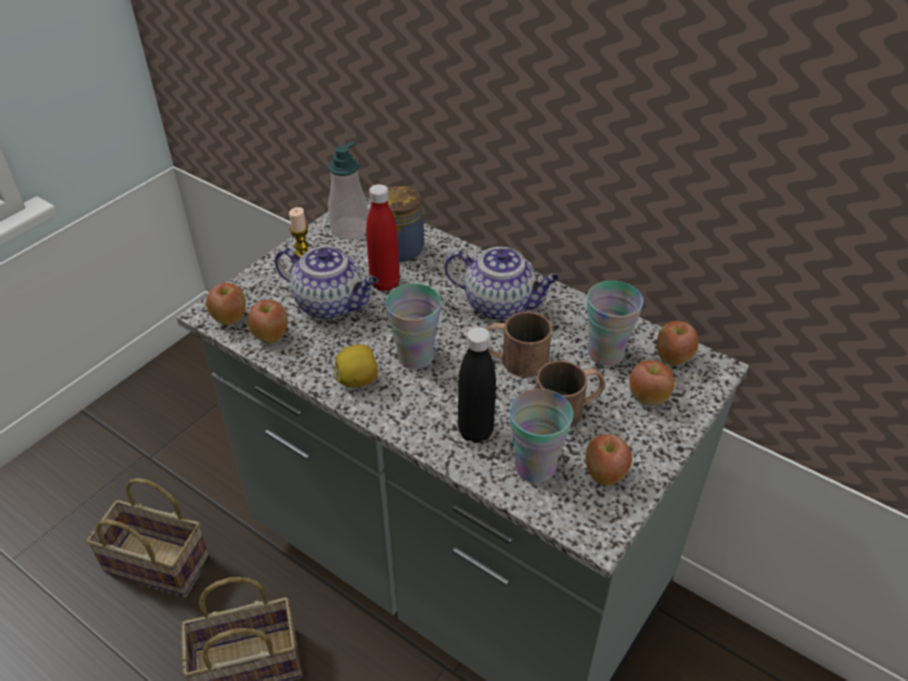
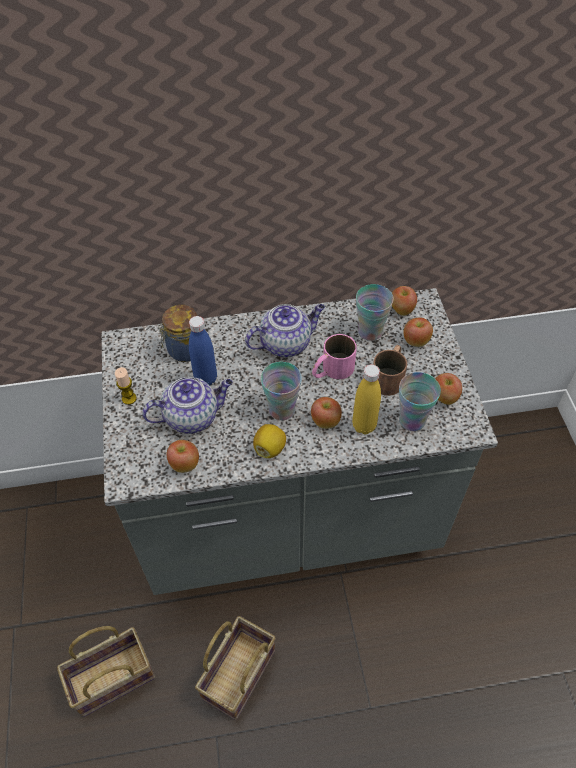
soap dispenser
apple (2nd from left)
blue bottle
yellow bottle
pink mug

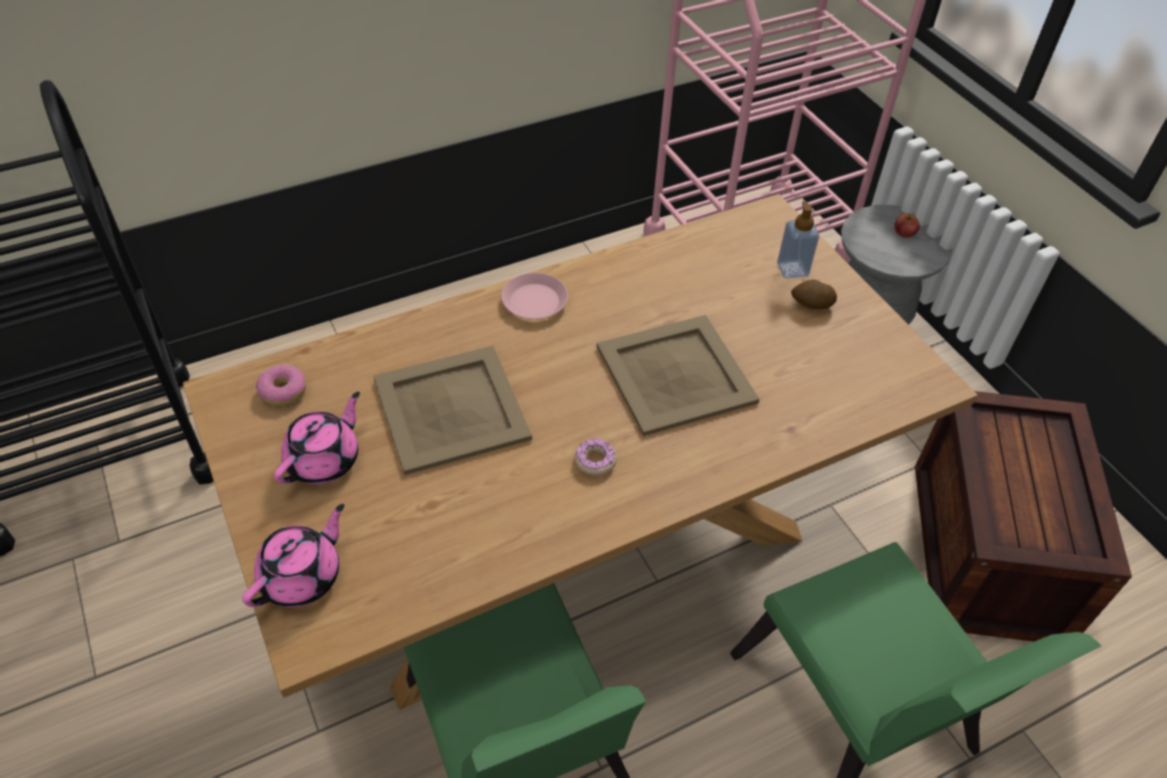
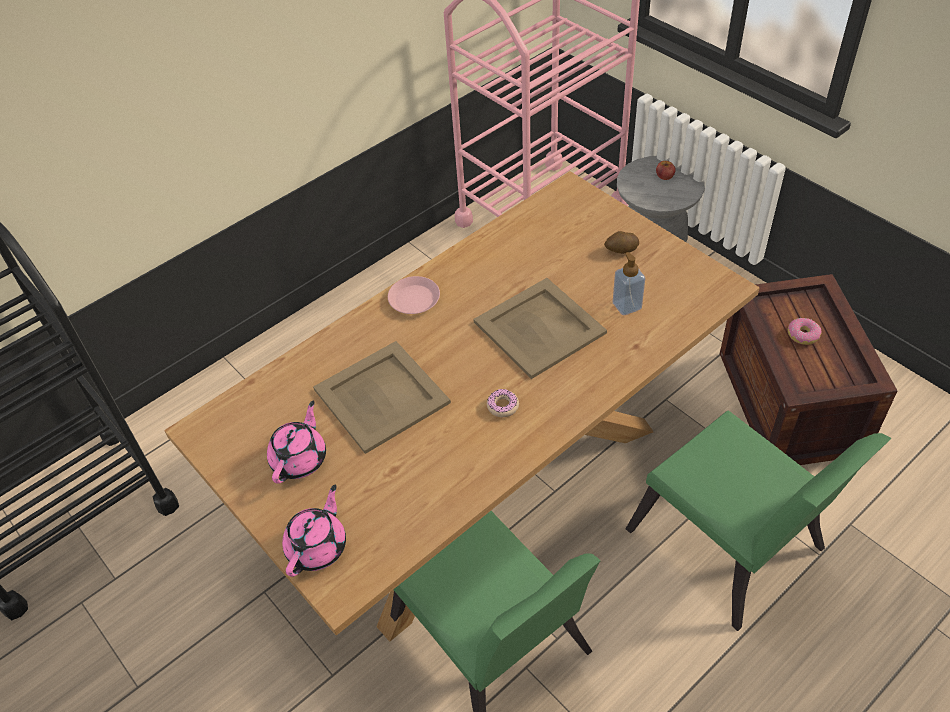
donut (2nd from left)
soap dispenser

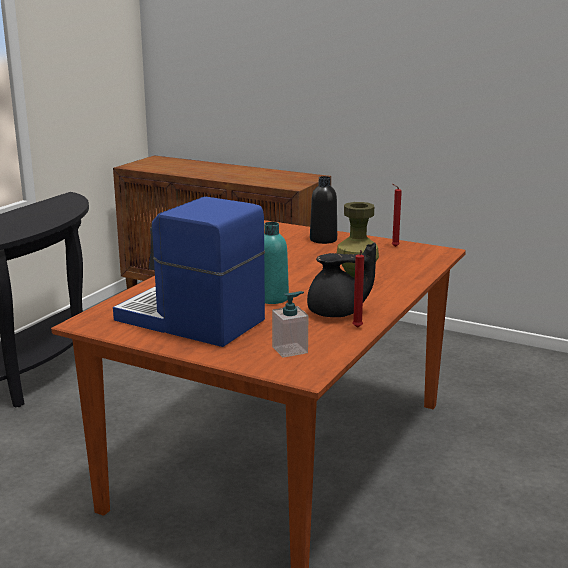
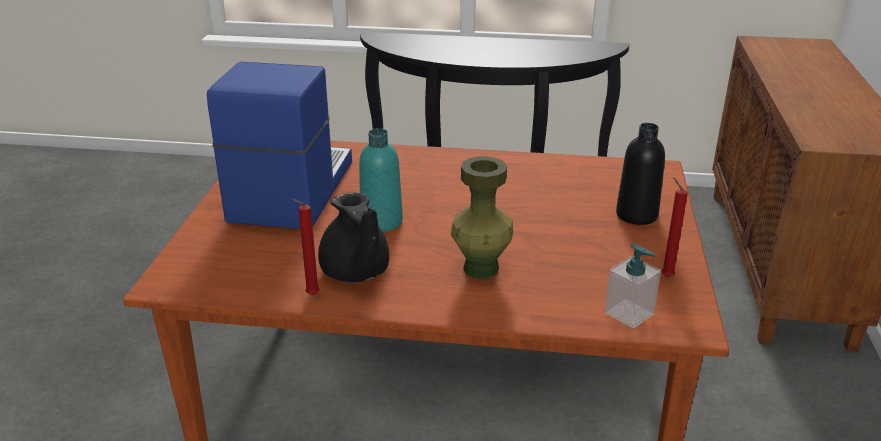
soap dispenser

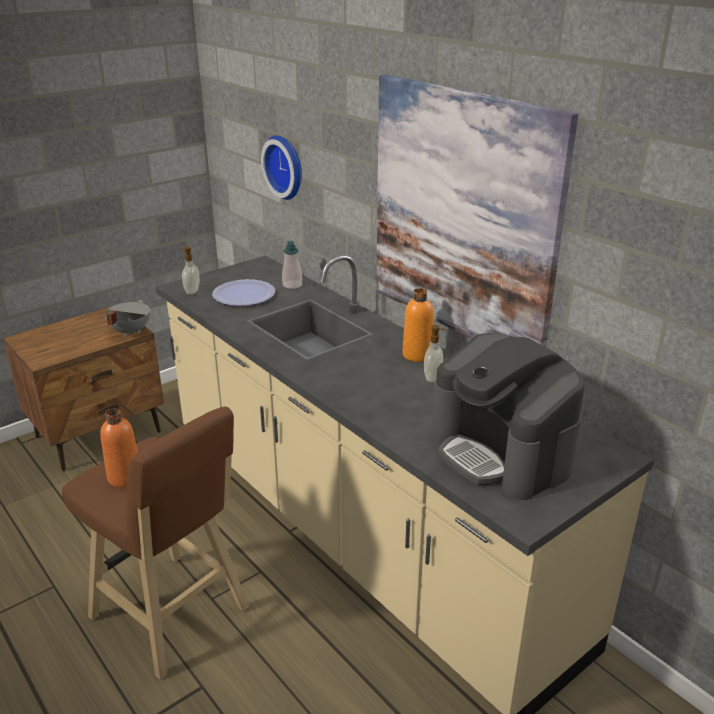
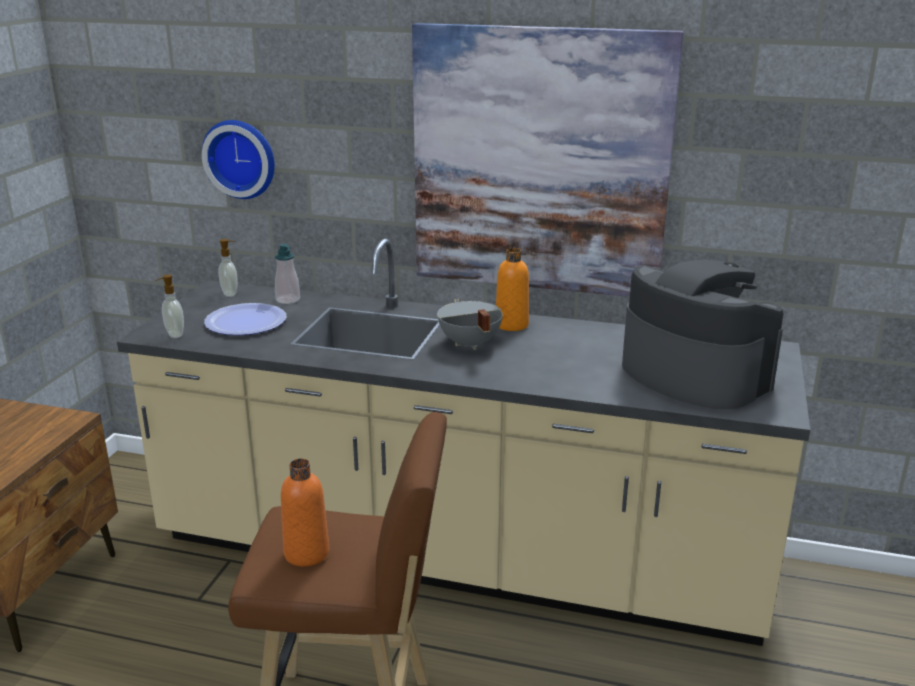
grey cooking pot
soap dispenser (2nd from left)
coffee machine

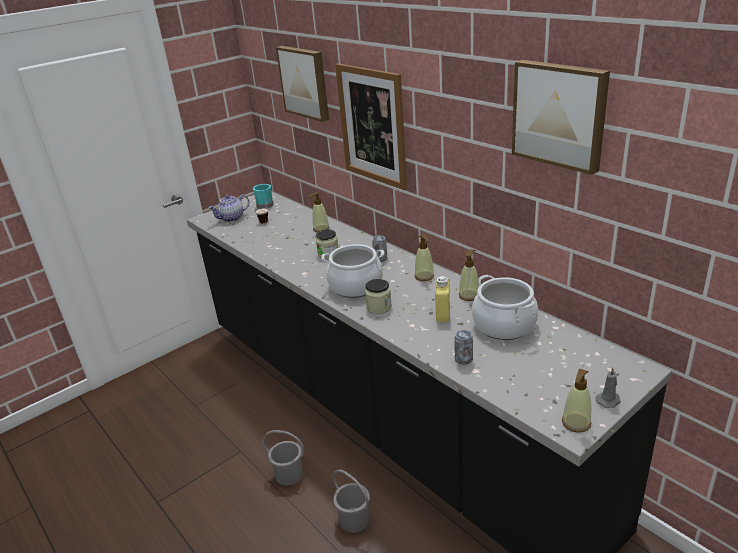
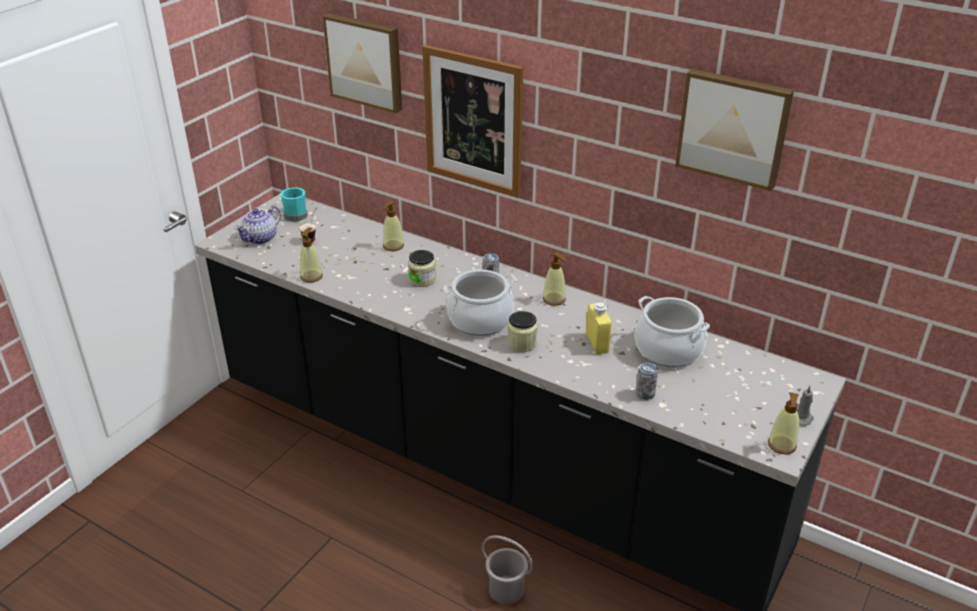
grey bucket (1st from left in the first image)
soap dispenser (1st from left)

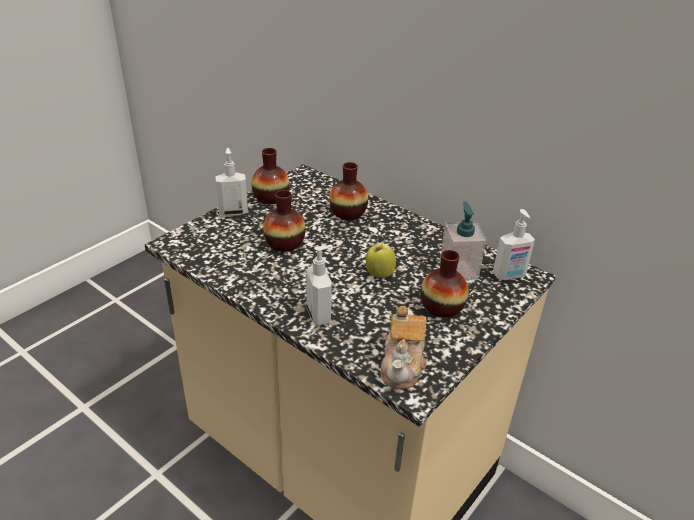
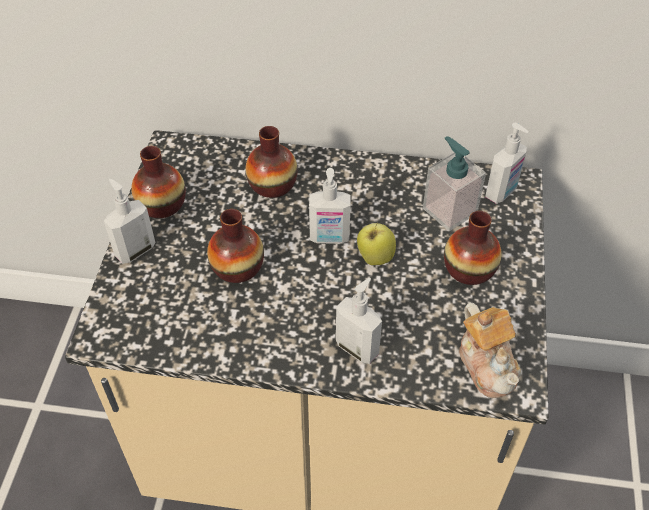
soap dispenser (2nd from left)

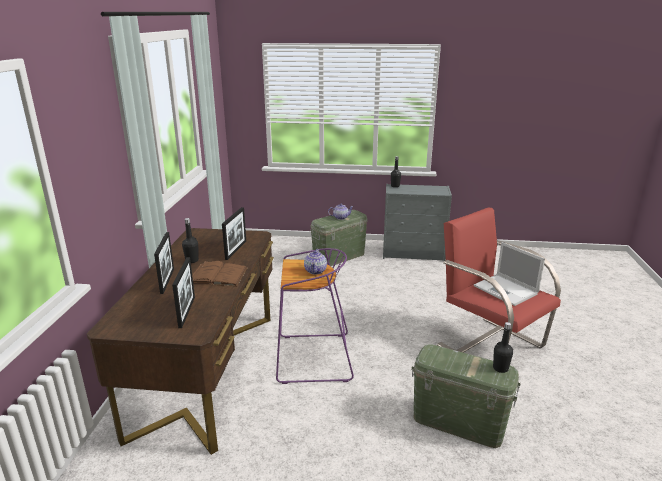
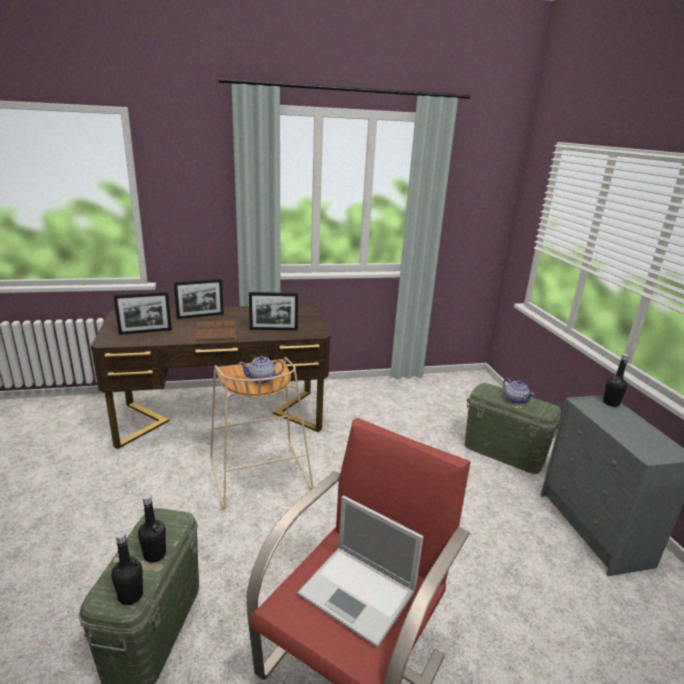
black bottle (2nd from left)
beige stool
laptop

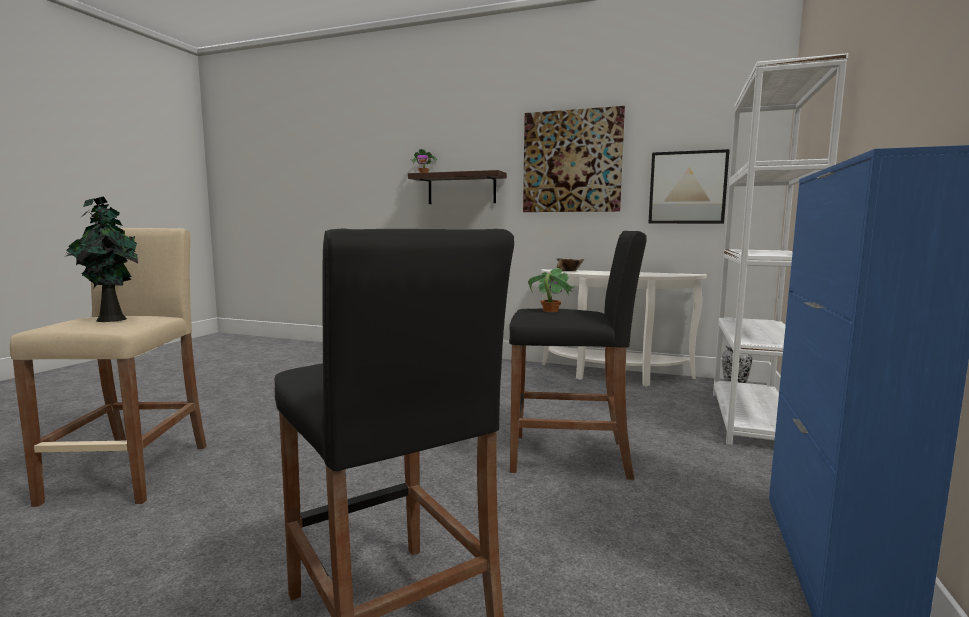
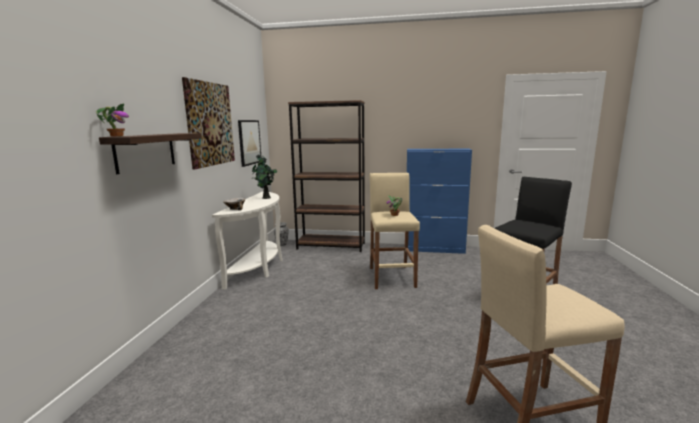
potted plant (2nd from left)
beige stool (1st from left)
brown bookcase

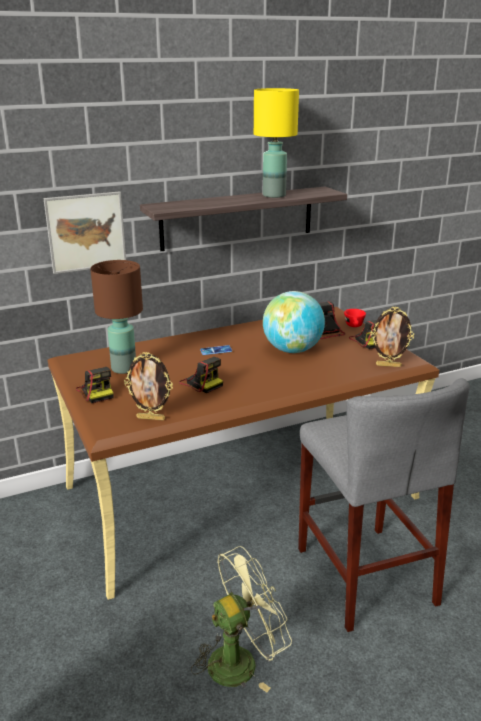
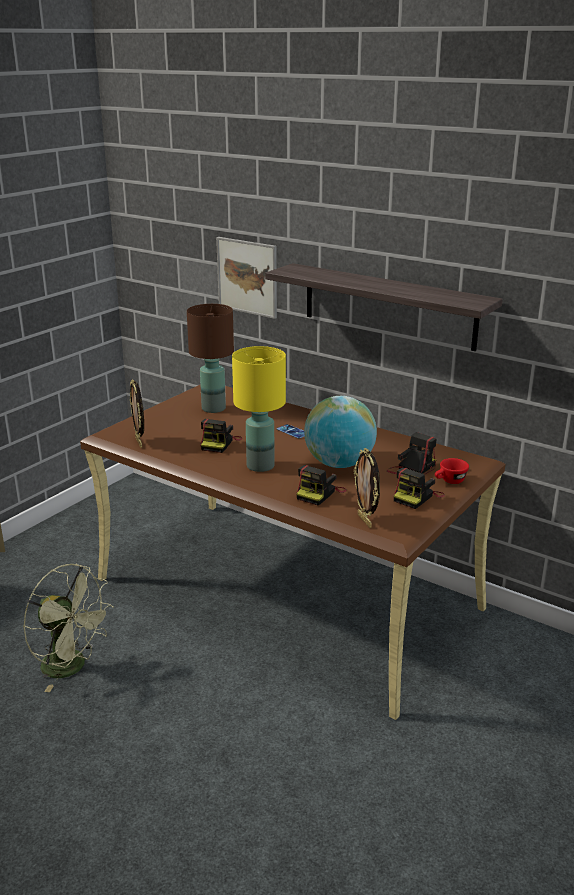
grey stool
photo camera (2nd from left)
yellow table lamp

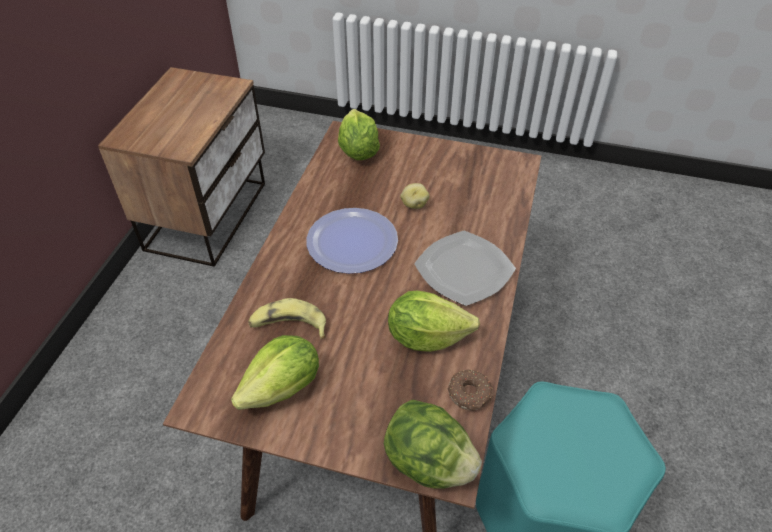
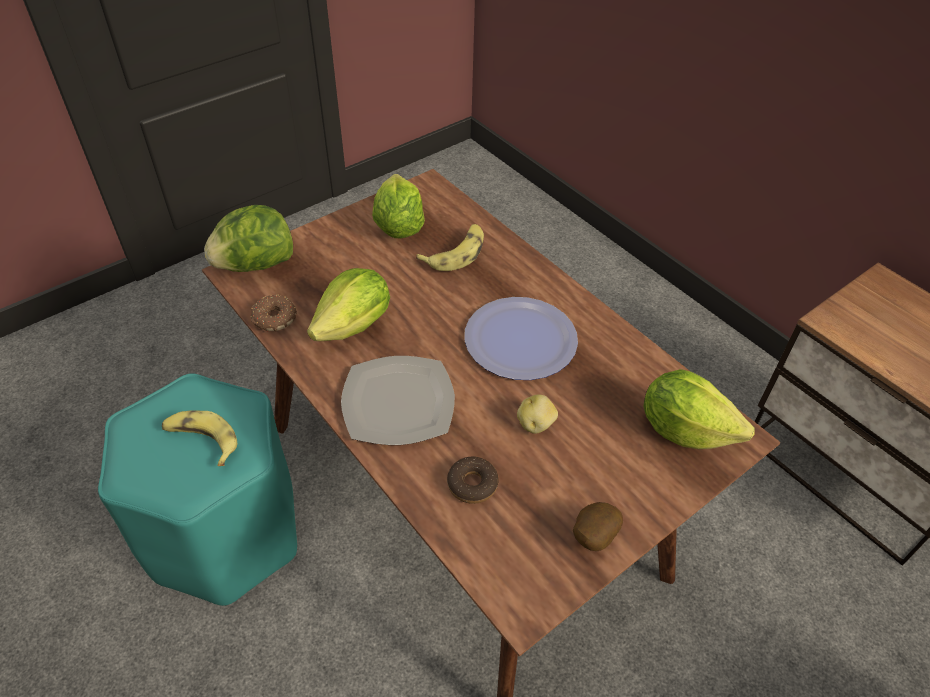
banana (1st from left)
donut (2nd from left)
potato (2nd from left)

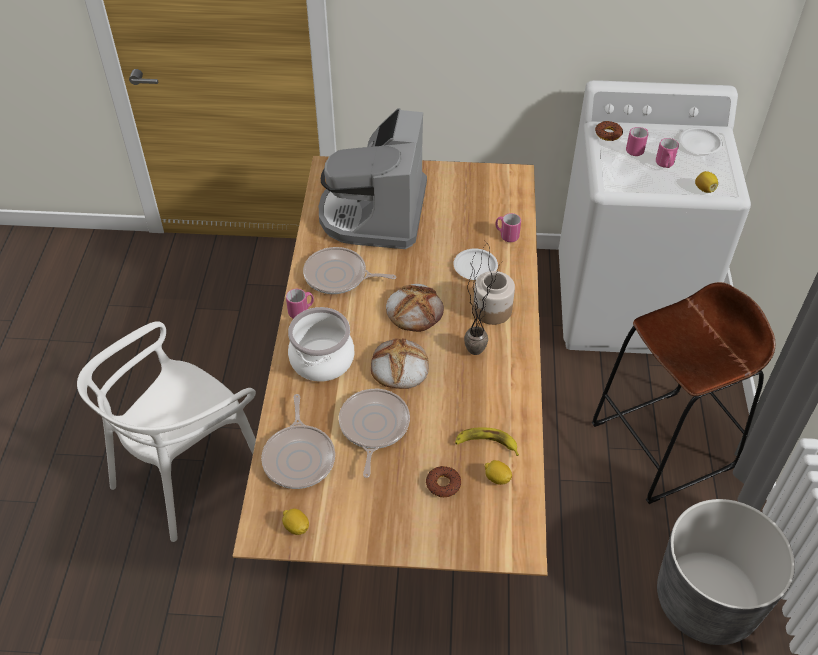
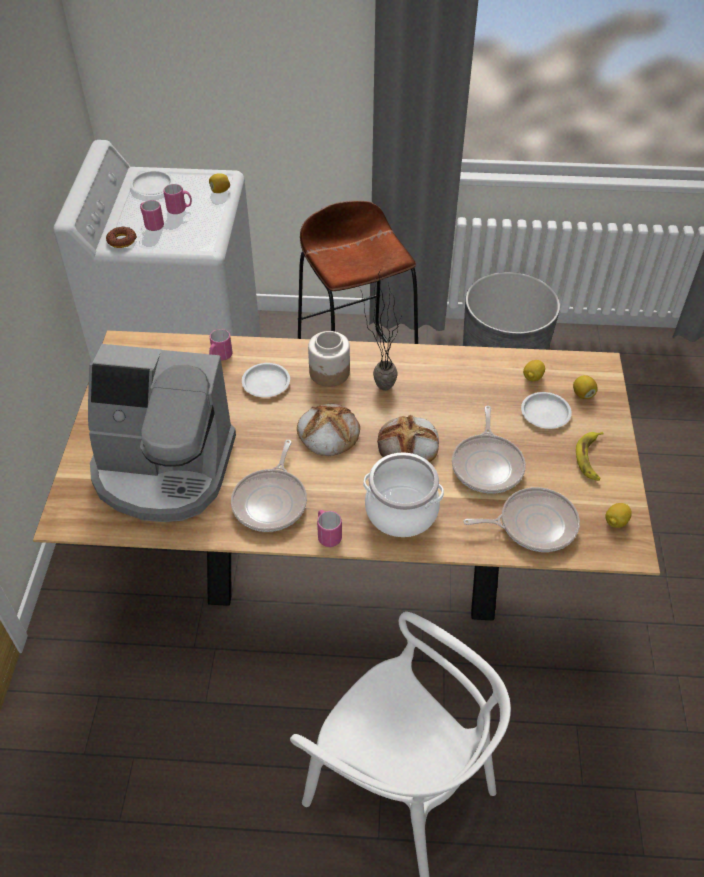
lemon (3rd from left)
banana
white plate (3rd from left)
frying pan (2nd from left)

